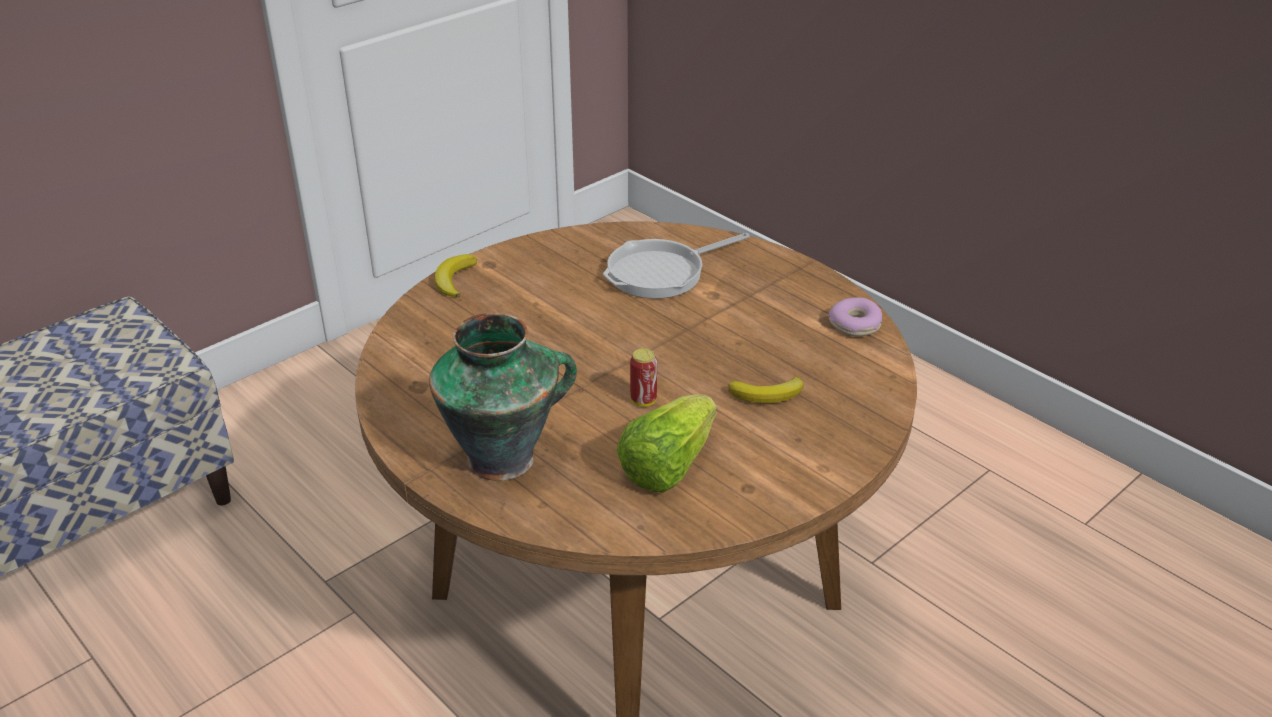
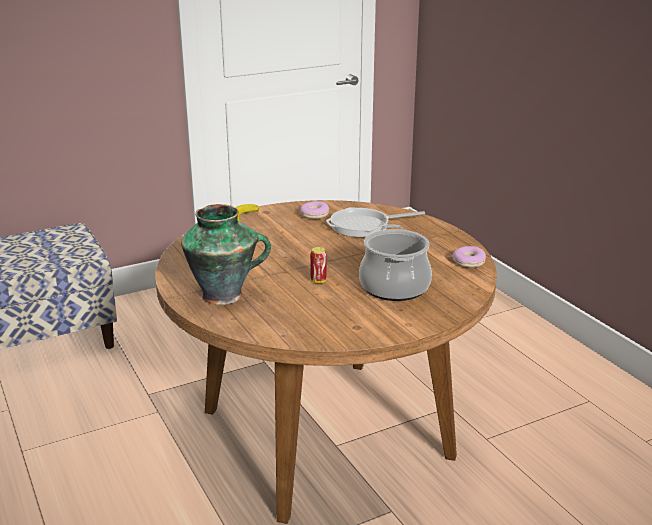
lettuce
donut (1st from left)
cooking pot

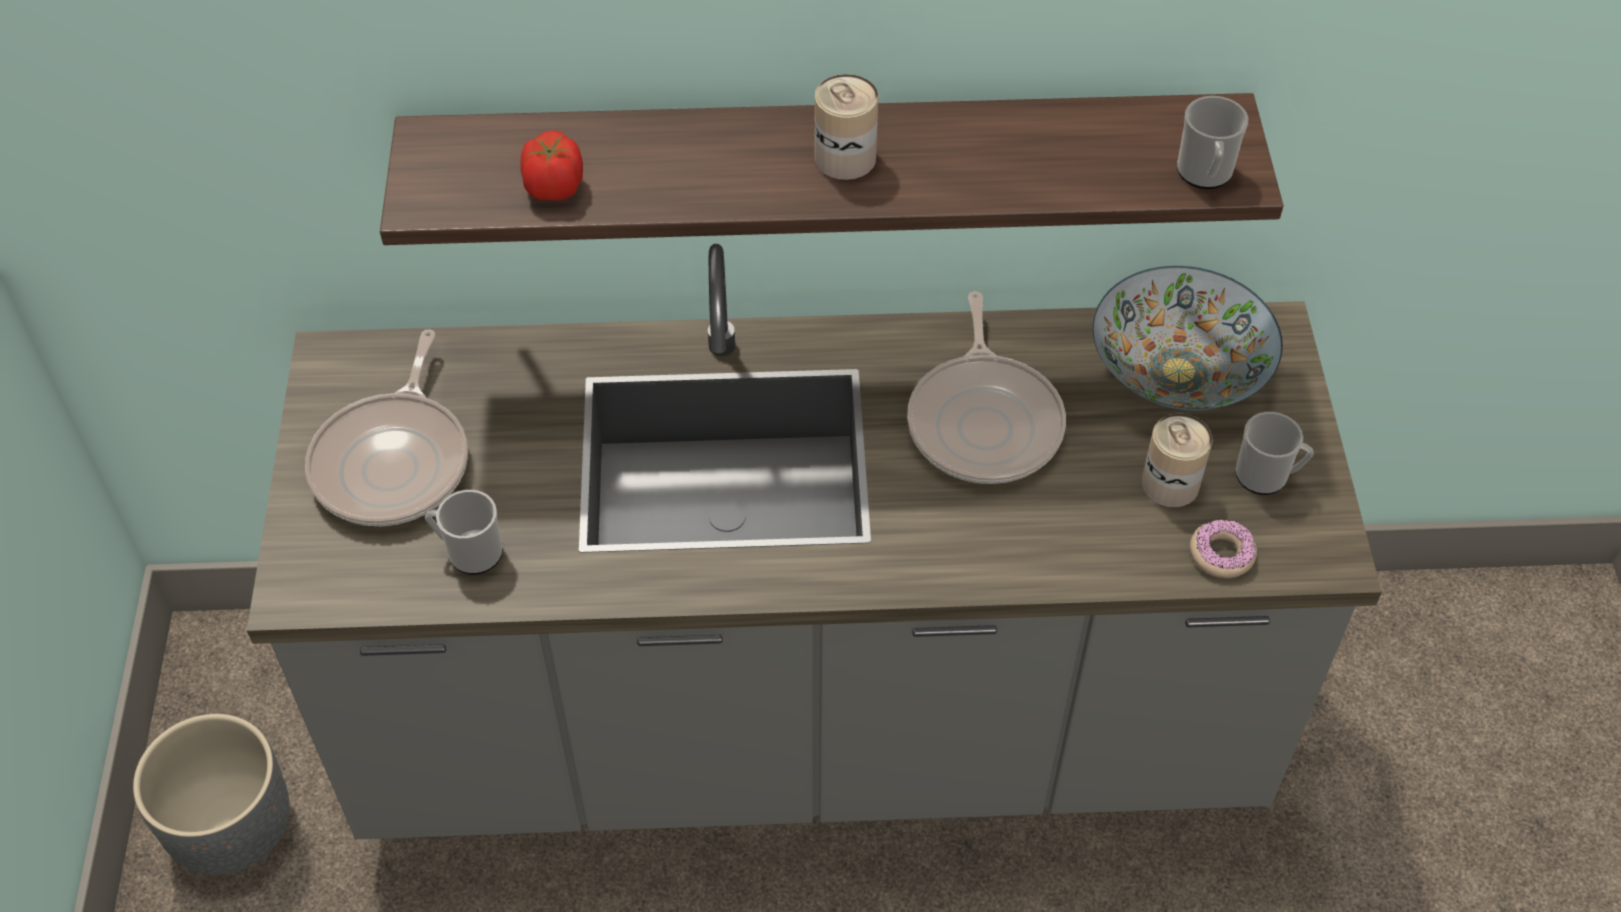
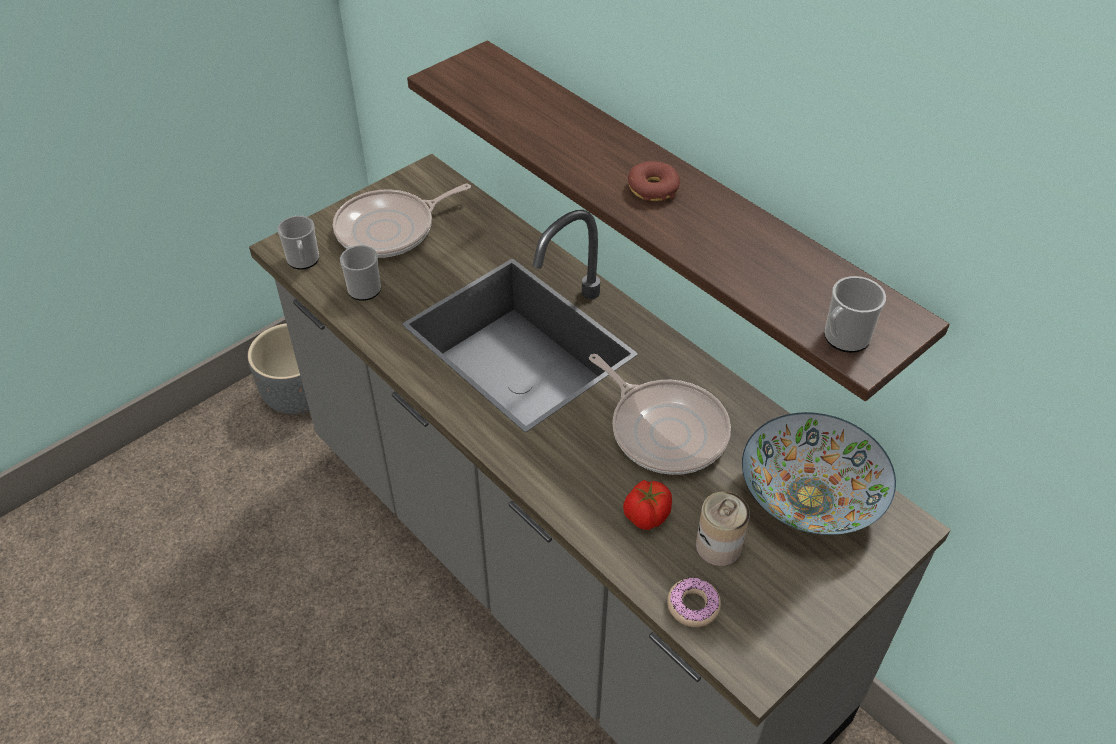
tomato
mug (1st from left)
donut (1st from left)
frying pan (2nd from left)

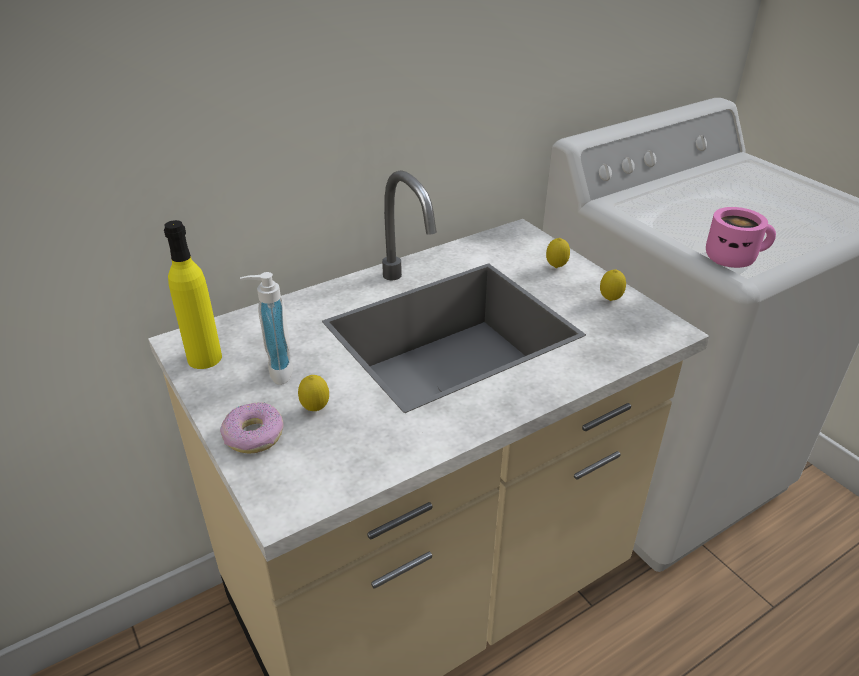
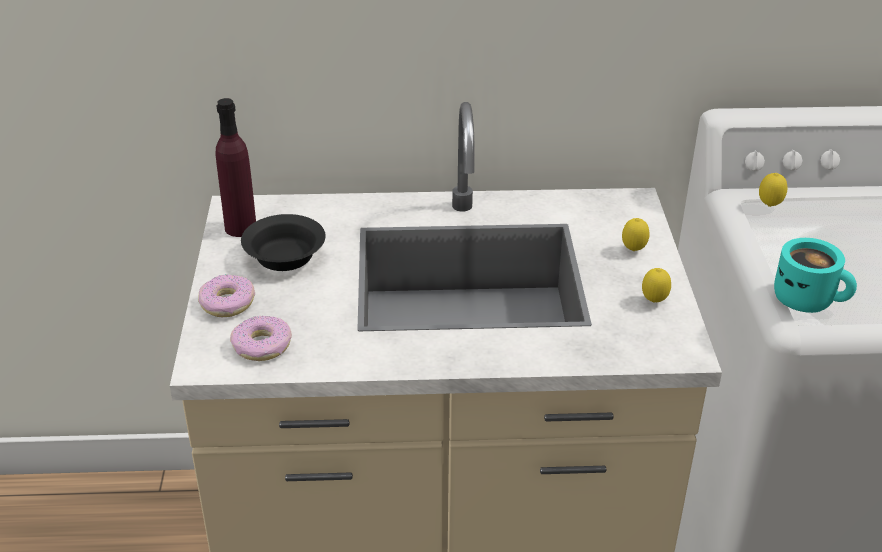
donut (2nd from left)
lemon (3rd from left)
black bowl
purple bottle
turquoise mug

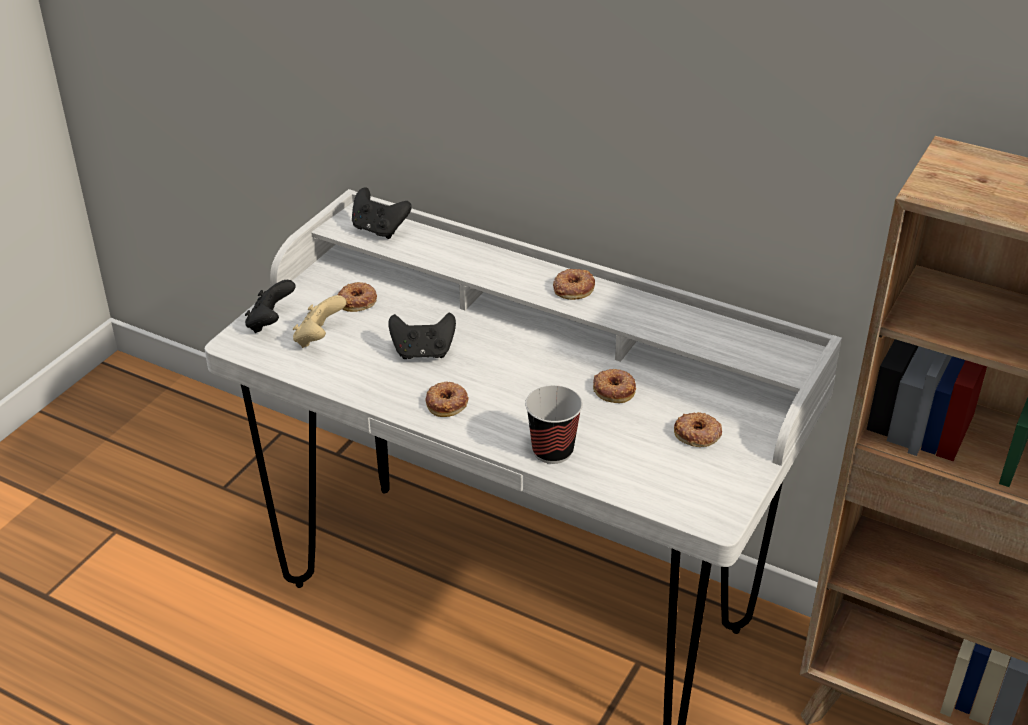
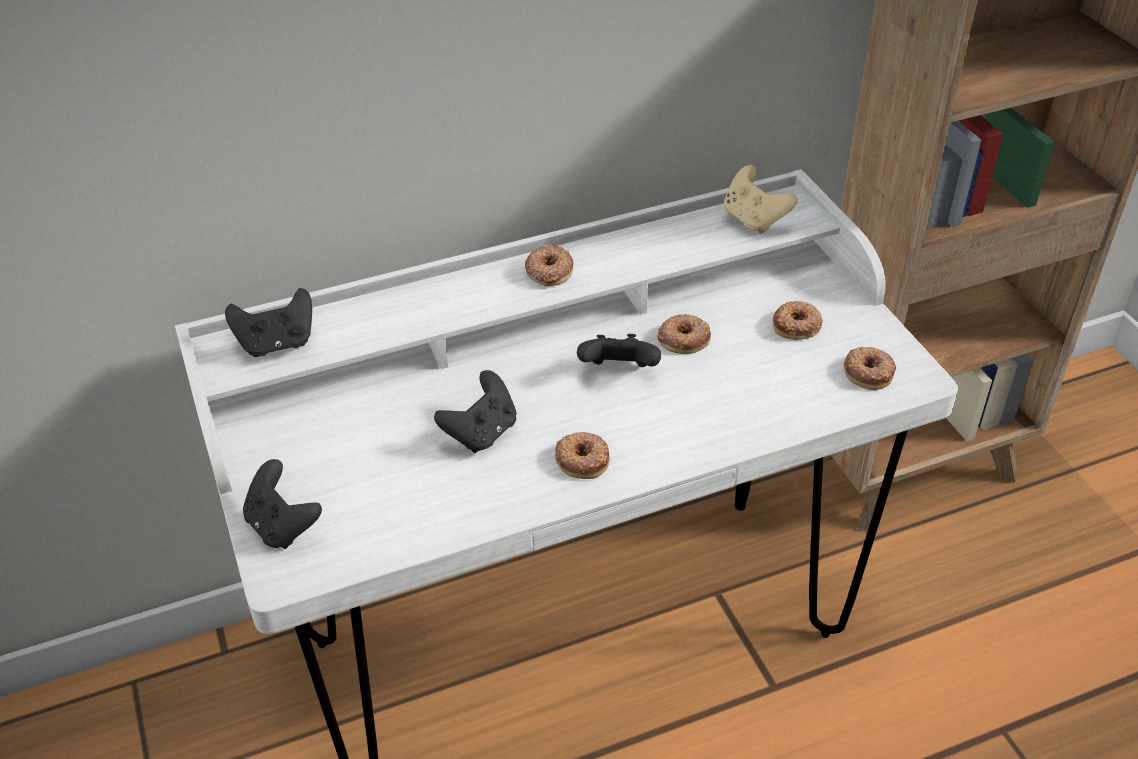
cup
black game controller (4th from left)
beige game controller
donut (5th from left)

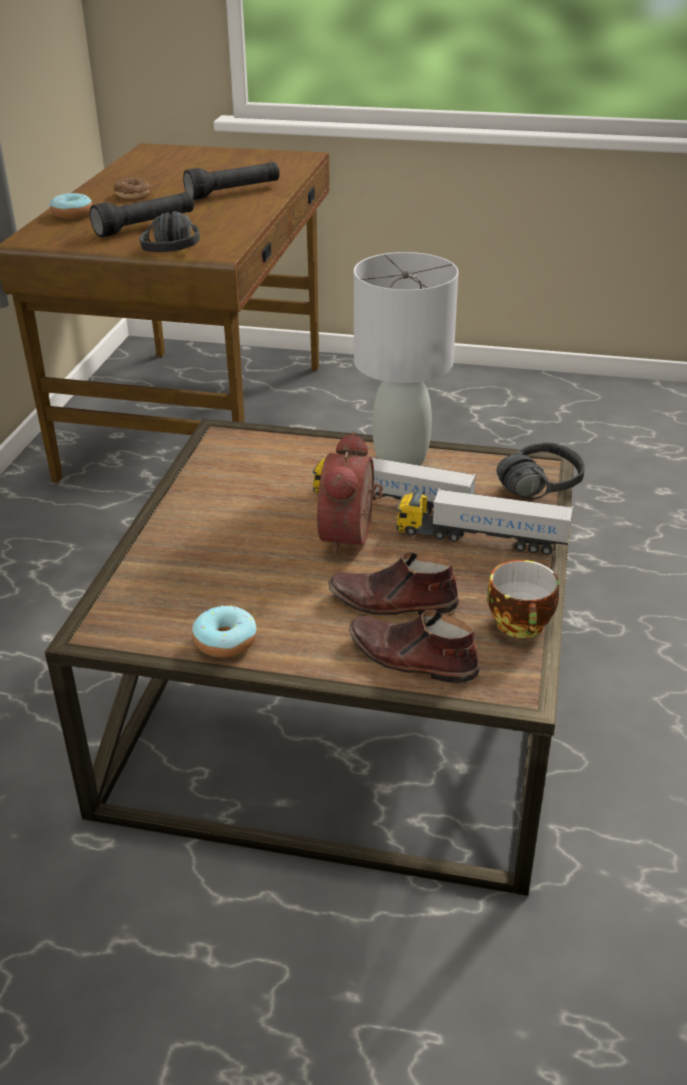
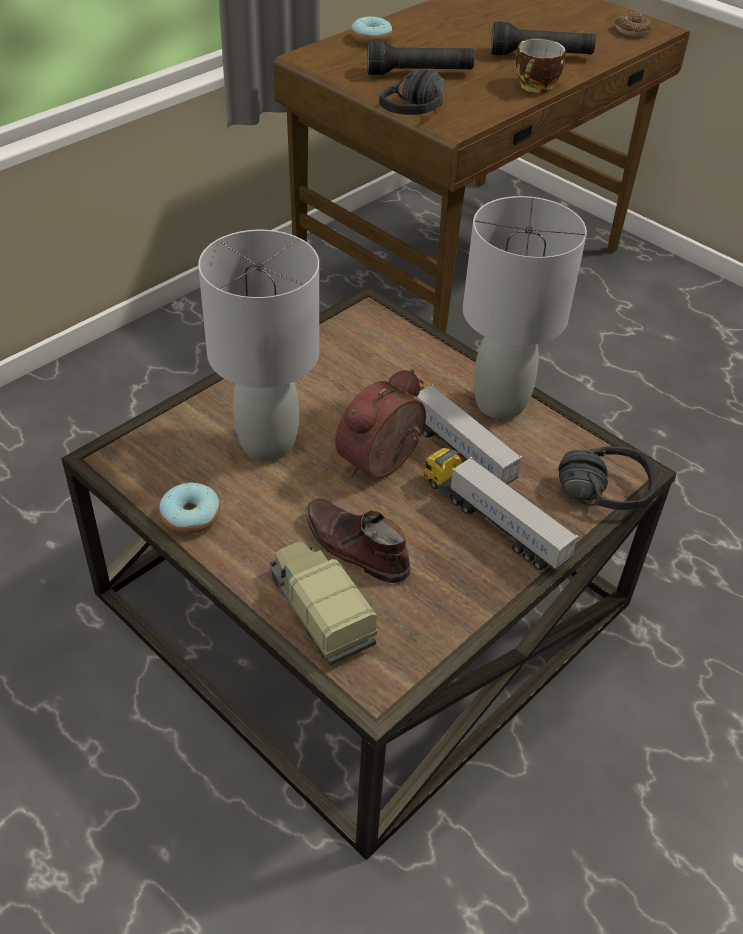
grey table lamp (1st from left)
donut (3rd from left)
cup
toy truck (1st from left)

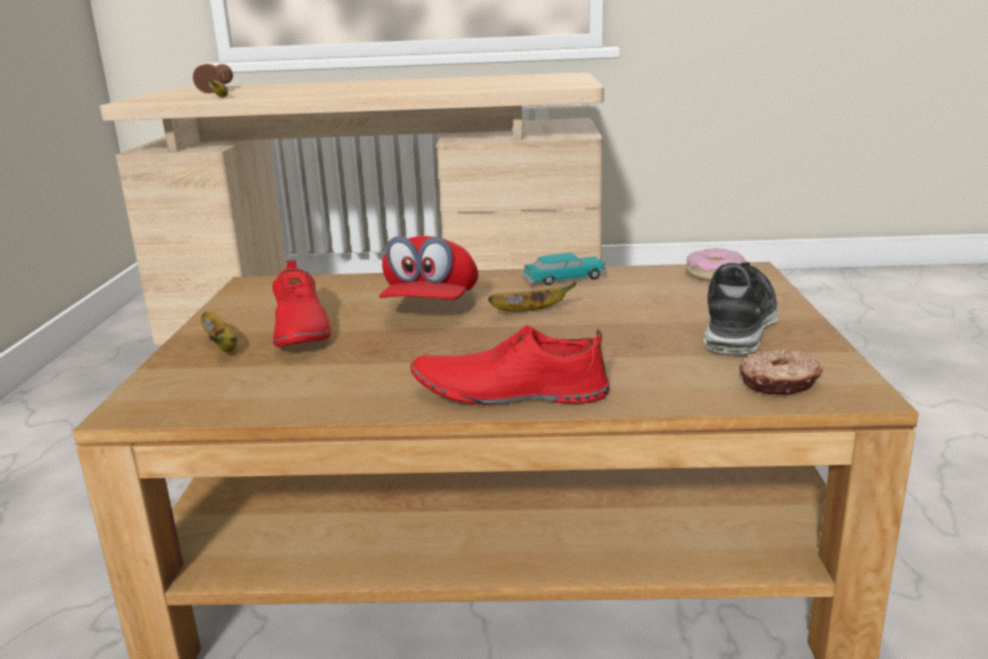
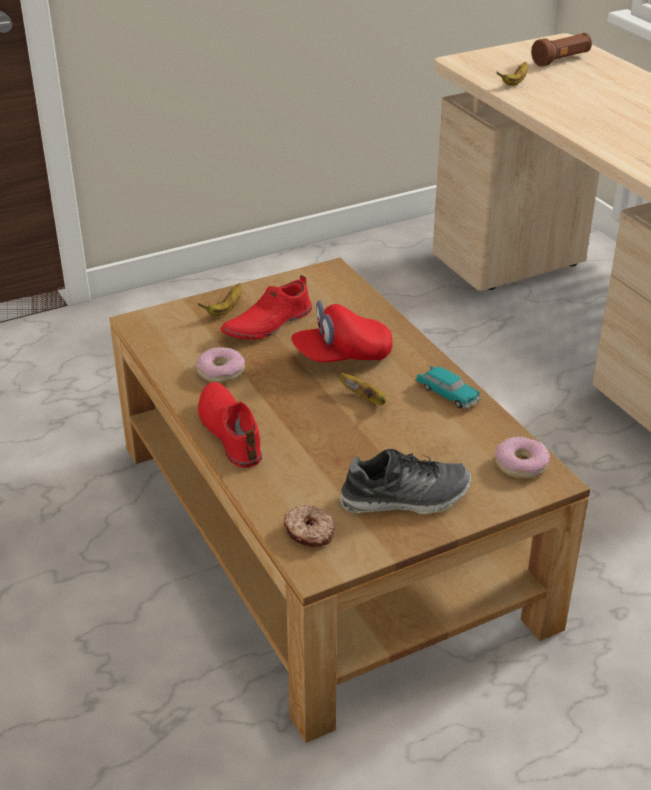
donut (1st from left)

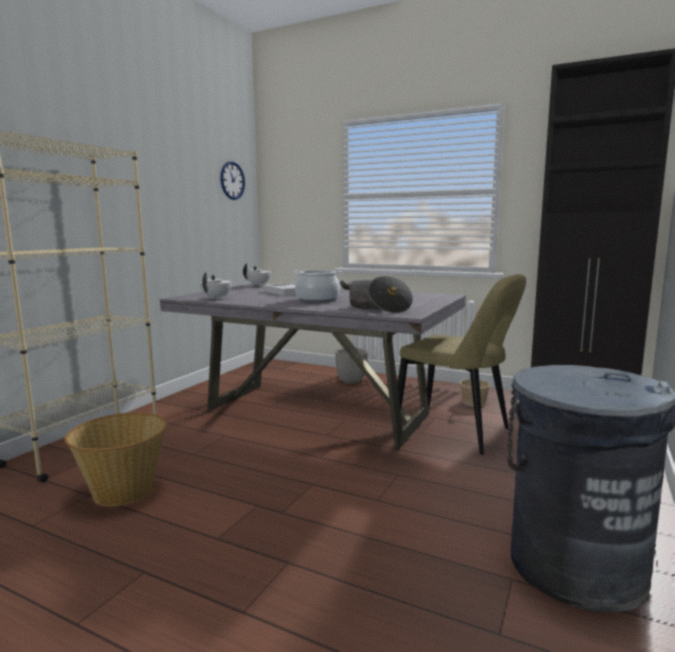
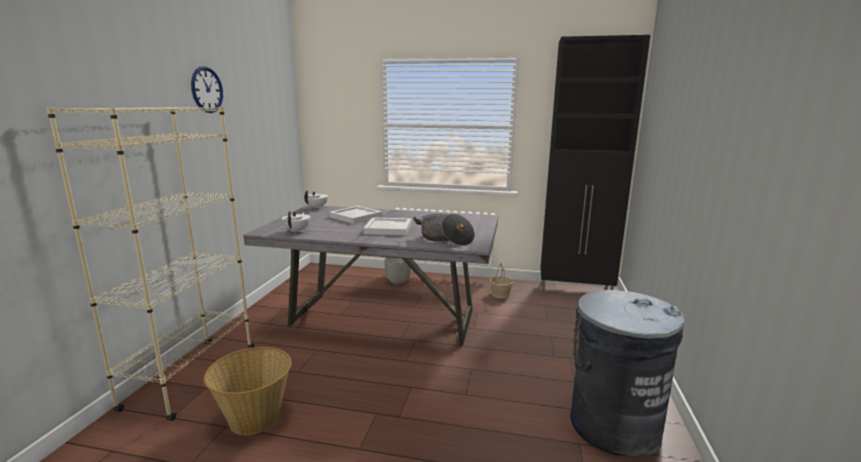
beige chair
wall clock
white tray (2nd from left)

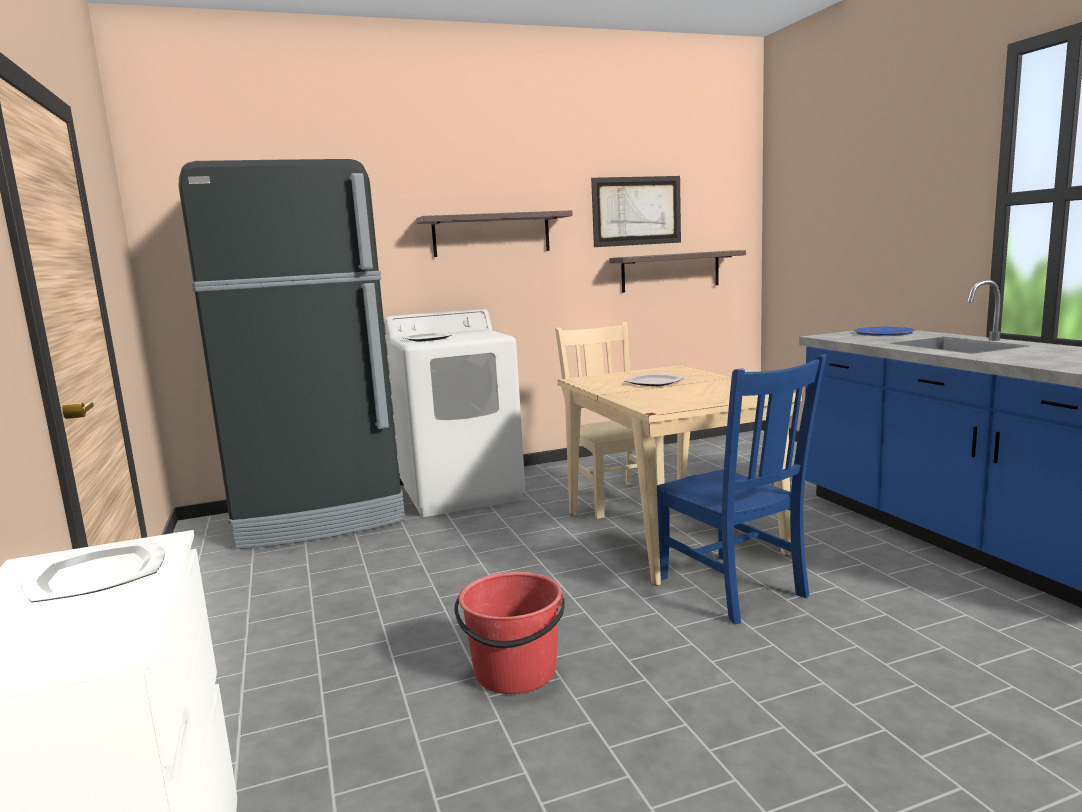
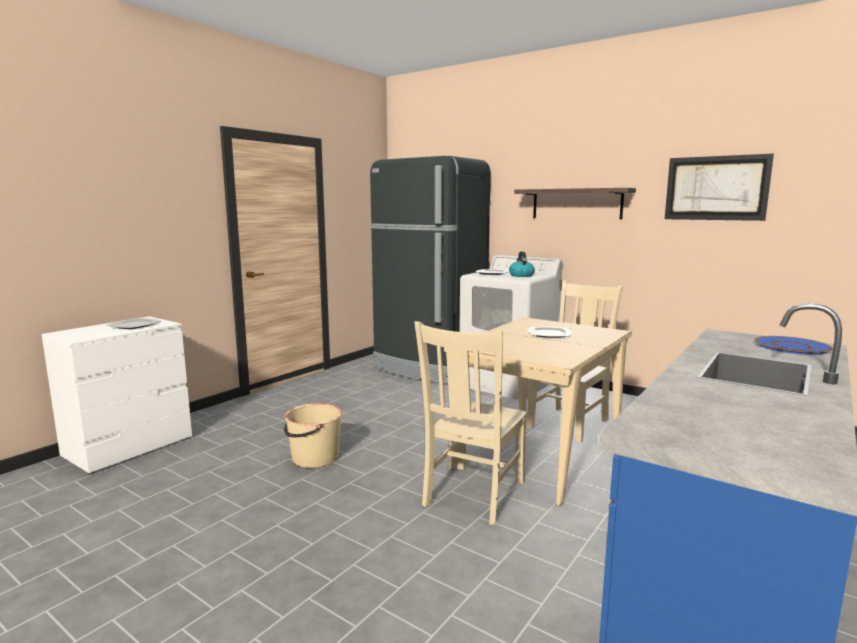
shelf (2nd from left in the first image)
kettle
beige bucket
beige chair (1st from left)

